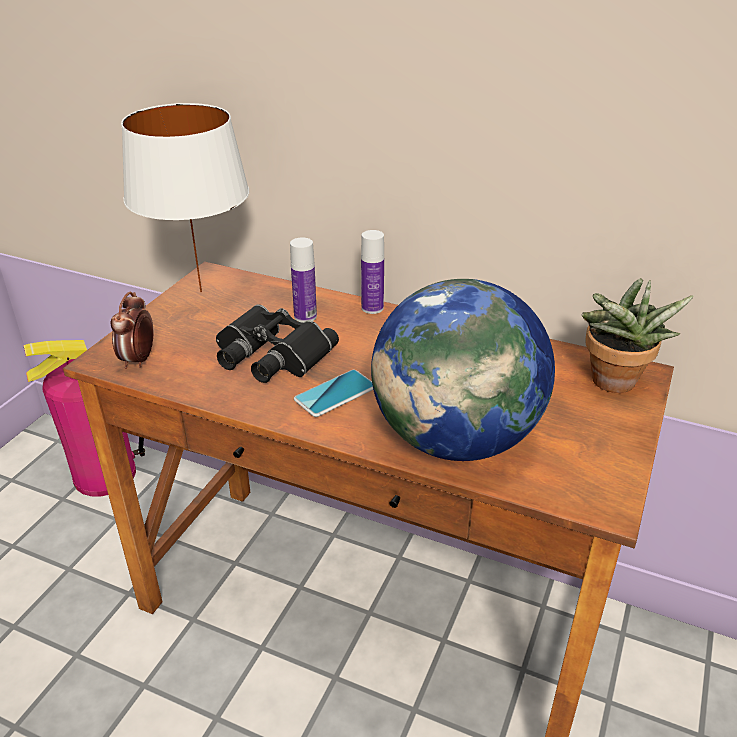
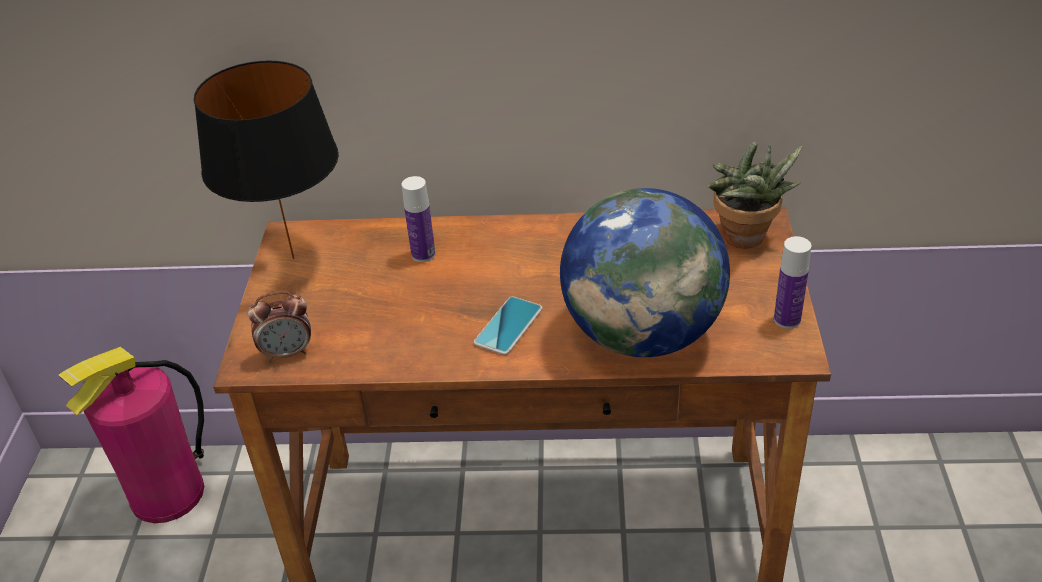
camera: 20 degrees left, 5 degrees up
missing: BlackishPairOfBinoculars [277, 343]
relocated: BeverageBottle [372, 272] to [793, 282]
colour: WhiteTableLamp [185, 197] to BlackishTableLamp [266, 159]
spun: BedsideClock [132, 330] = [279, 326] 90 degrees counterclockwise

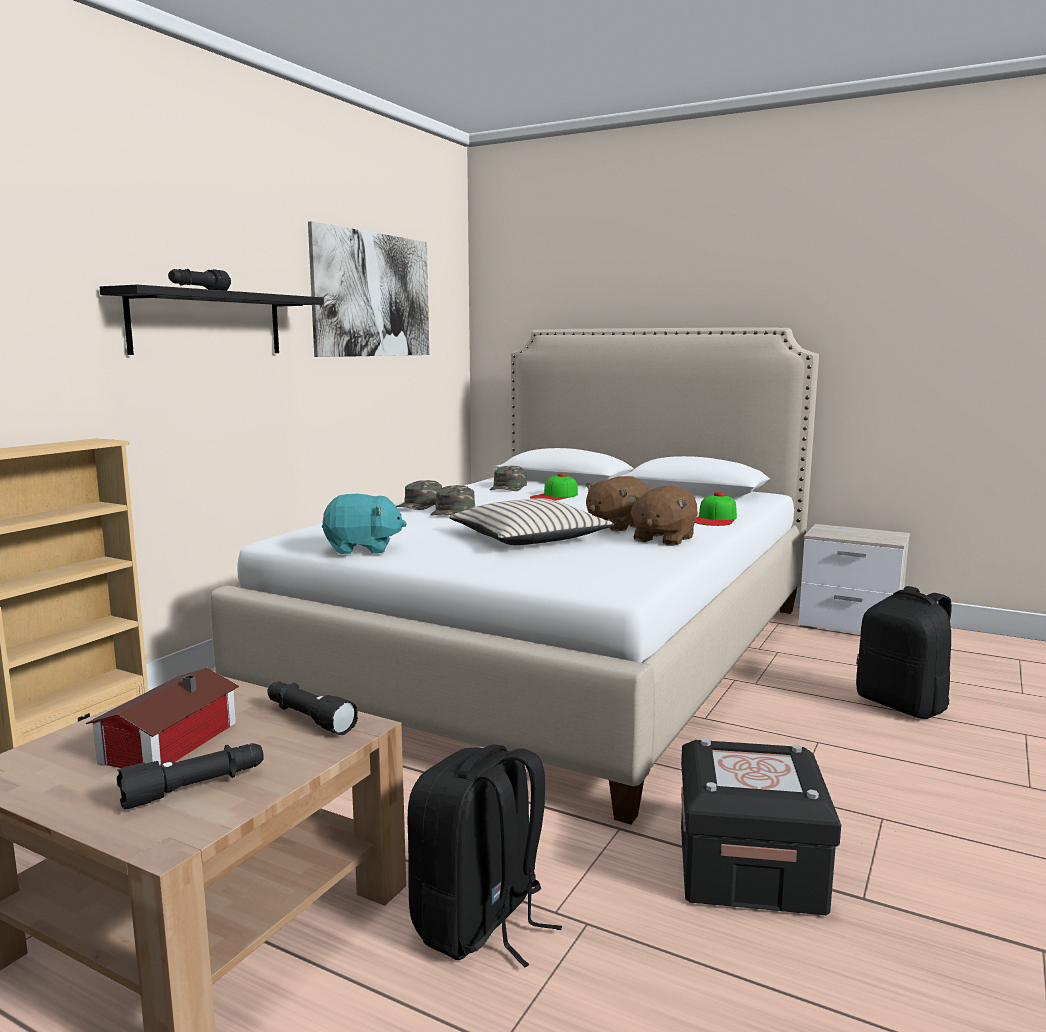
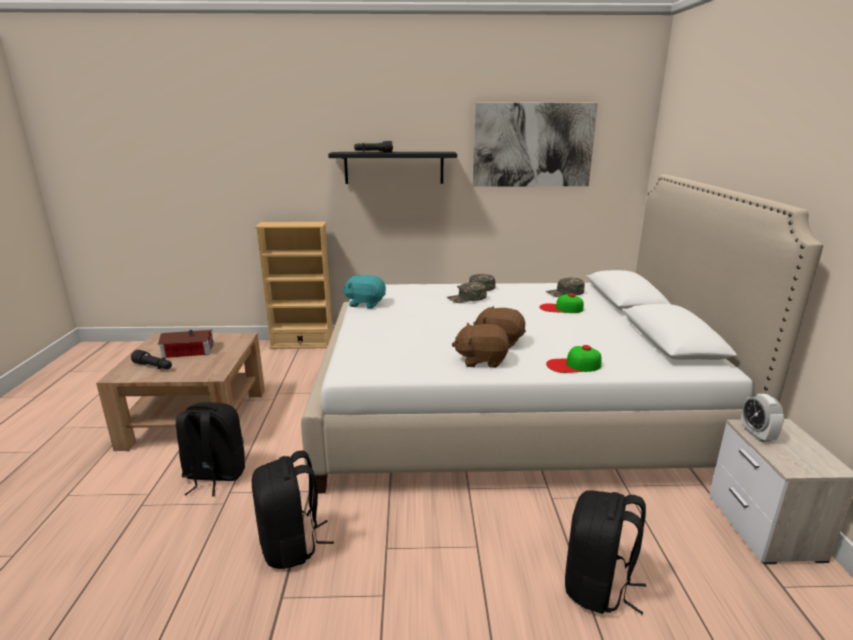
camera: 60 degrees right, 10 degrees up
missing: BlackishTorch [312, 708]; BeigePillow [531, 521]
appeared: BedsideClock [762, 418]
exchanged: BlackishStorageBox [761, 826] to BlackishKnapsack [293, 510]
spun: TurquoiseColouredCuddlyToy [364, 524] = [364, 292] 135 degrees clockwise

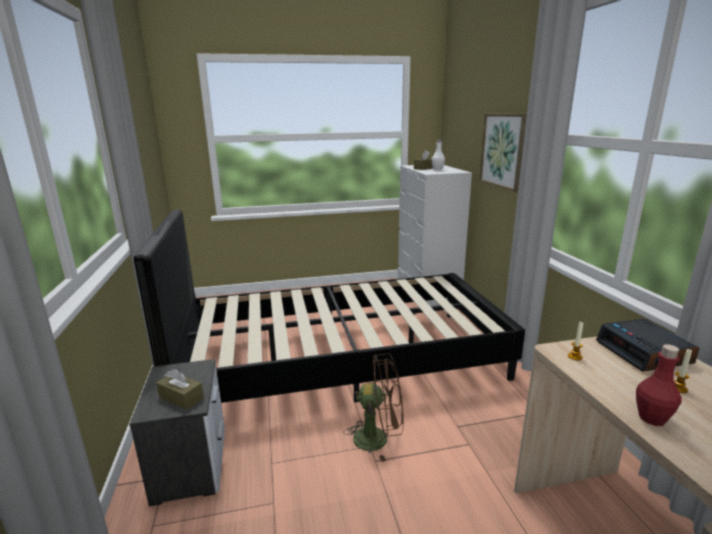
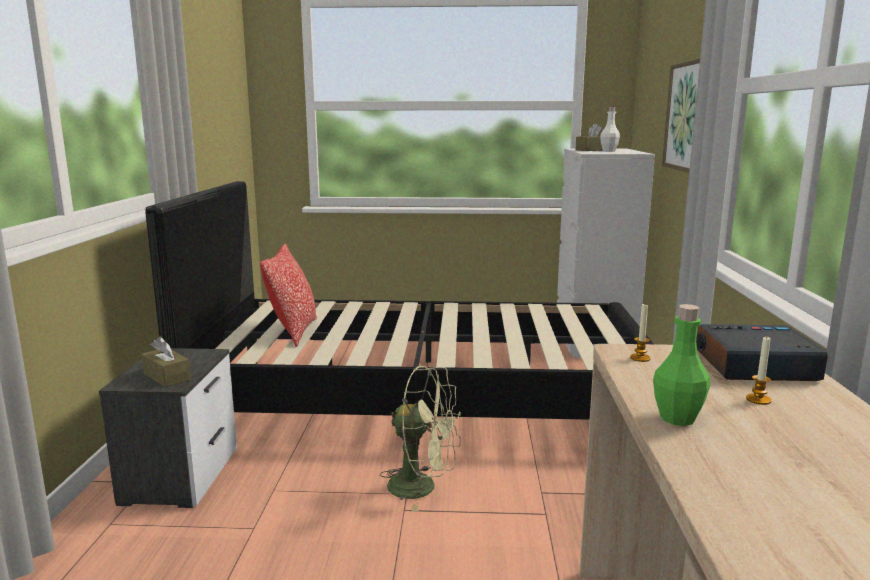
camera: 15 degrees right, 5 degrees down
appeared: Pillow [288, 295]
colour: BrownishCoolingFan [374, 407] to GreenColouredCoolingFan [420, 439]; RedBeverageBottle [659, 385] to GreenColouredBeverageBottle [681, 365]
spun: BedsideClock [647, 345] = [762, 352] 90 degrees clockwise

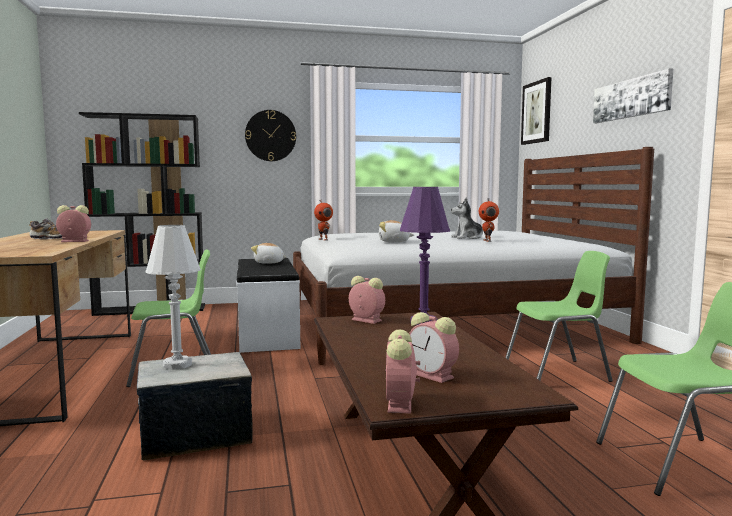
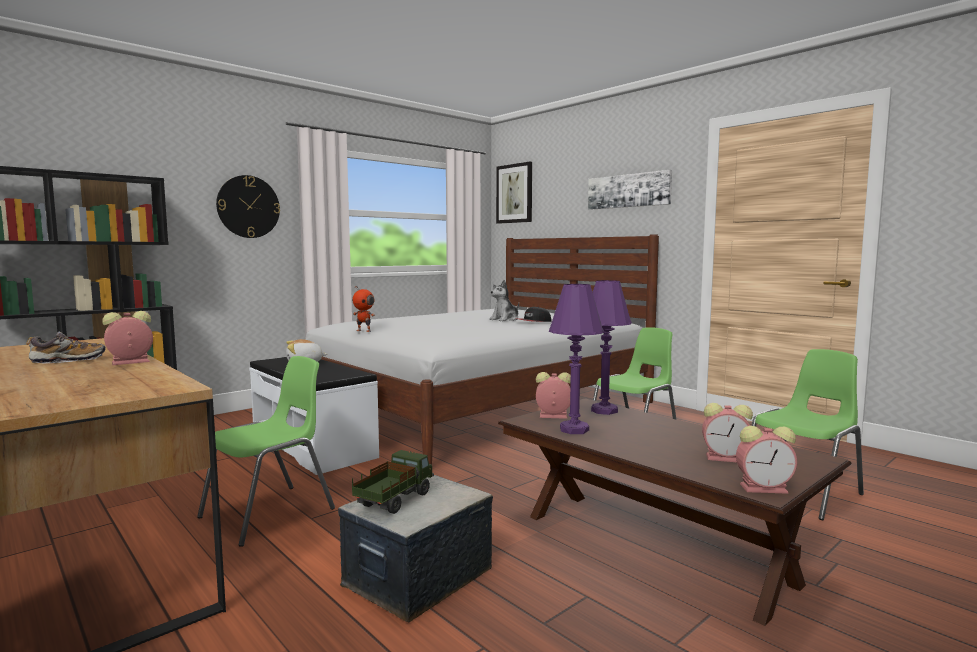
camera: 30 degrees left, 0 degrees up
missing: CuddlyToy [396, 231]
appeared: PurplishTableLamp [576, 359]
exchanged: WhiteTableLamp [173, 297] to ModelTruck [393, 482]; ToyRobot [489, 220] to PeakedCap [533, 314]
spun: BedsideClock [402, 372] = [766, 460] 60 degrees counterclockwise

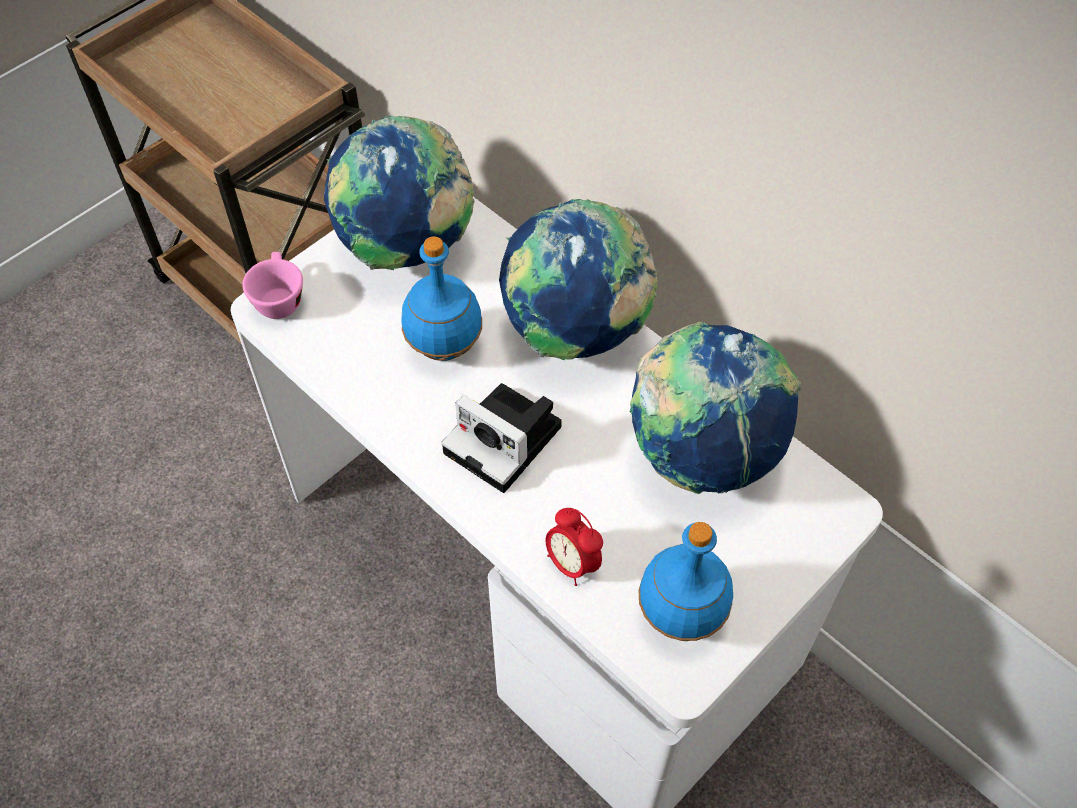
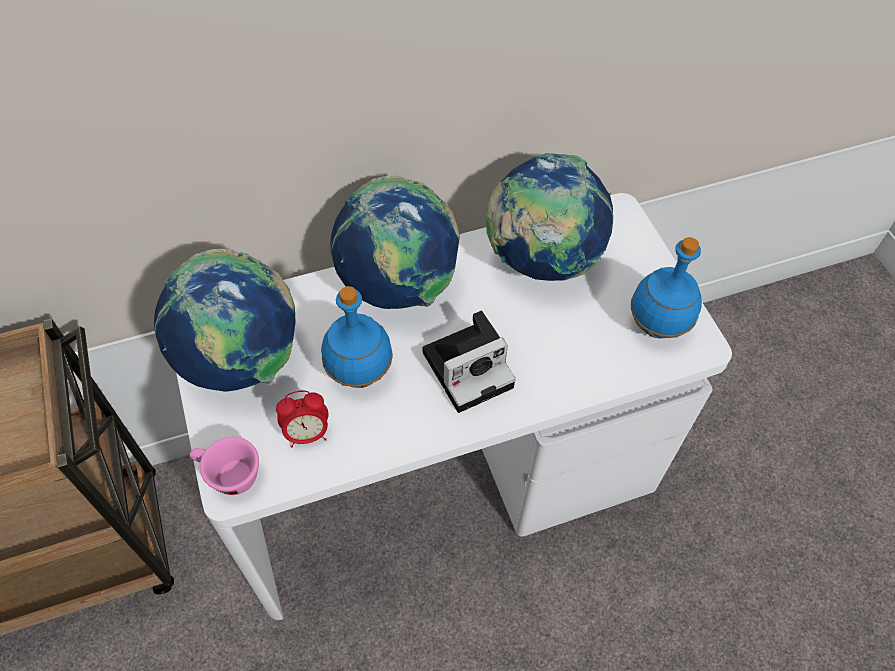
camera: 65 degrees left, 0 degrees up
relocated: BedsideClock [574, 547] to [302, 419]

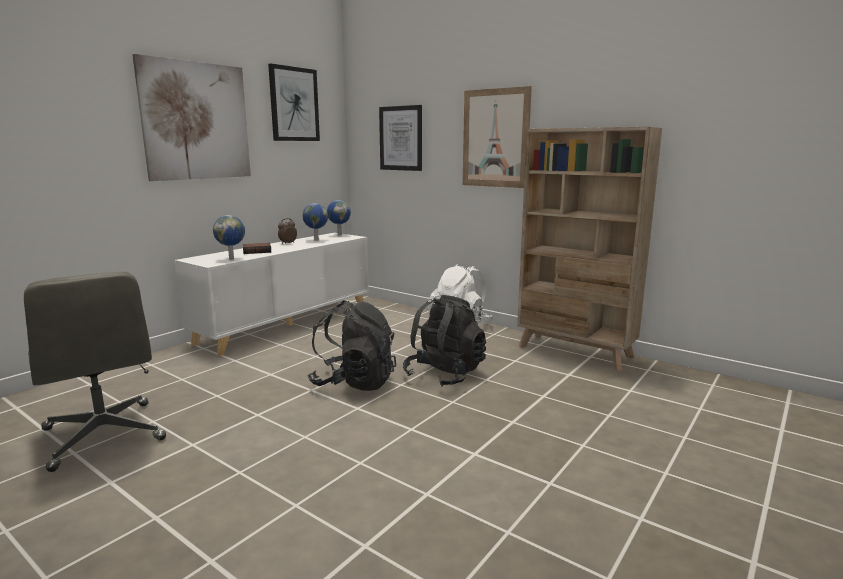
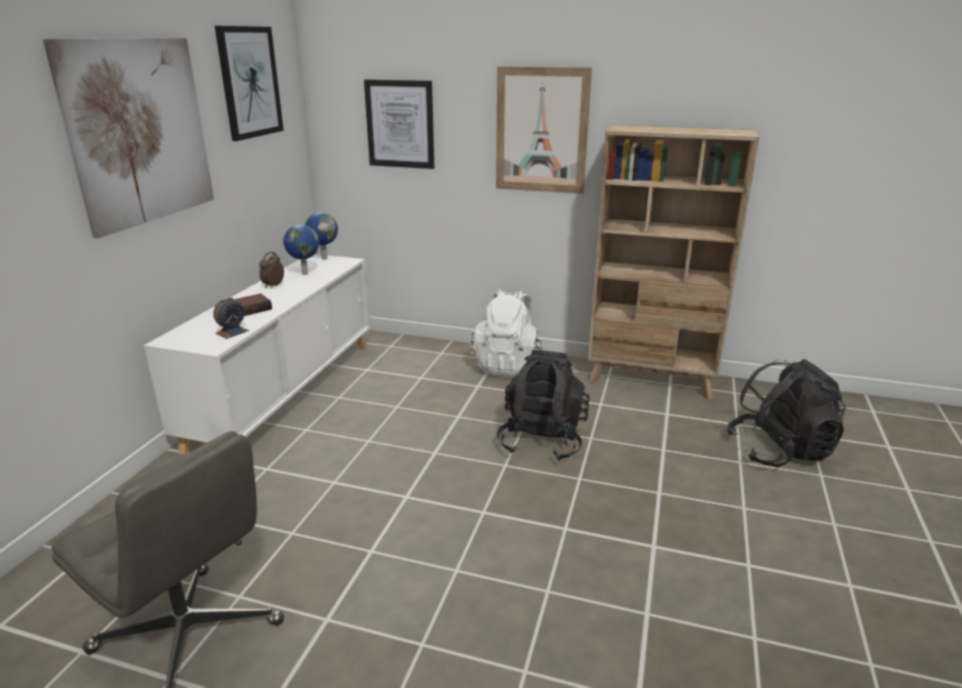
camera: 20 degrees left, 10 degrees up
relocated: BlackishKnapsack [351, 345] to [786, 413]
exchanged: WorldGlobe [229, 237] to BedsideClock [231, 318]

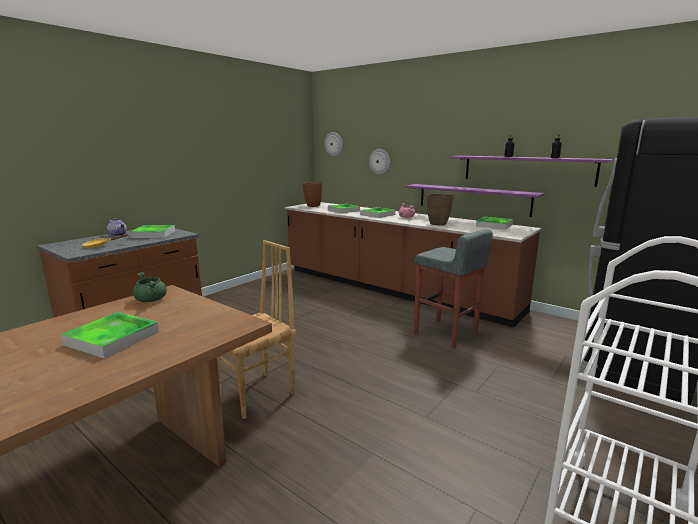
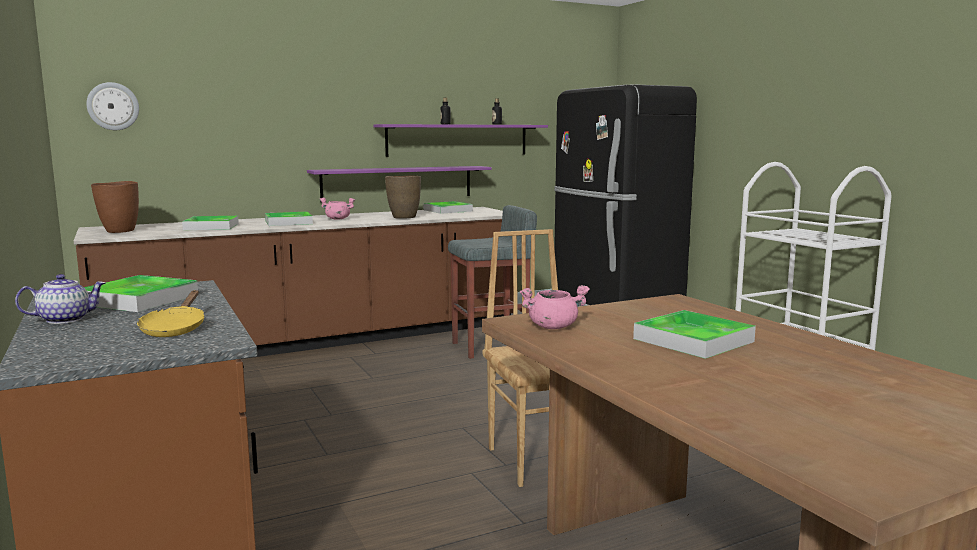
camera: 65 degrees left, 5 degrees down
missing: HangingClock [379, 161]
colour: GreenColouredStockpot [150, 287] to PinkColouredStockpot [555, 307]

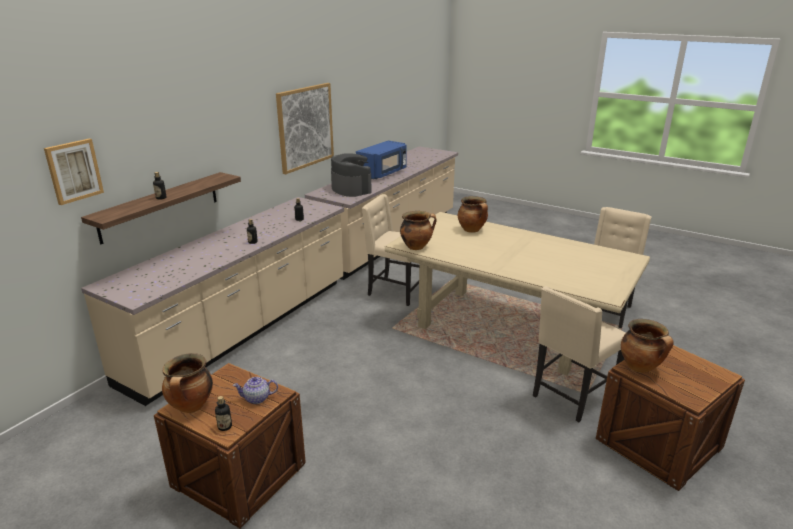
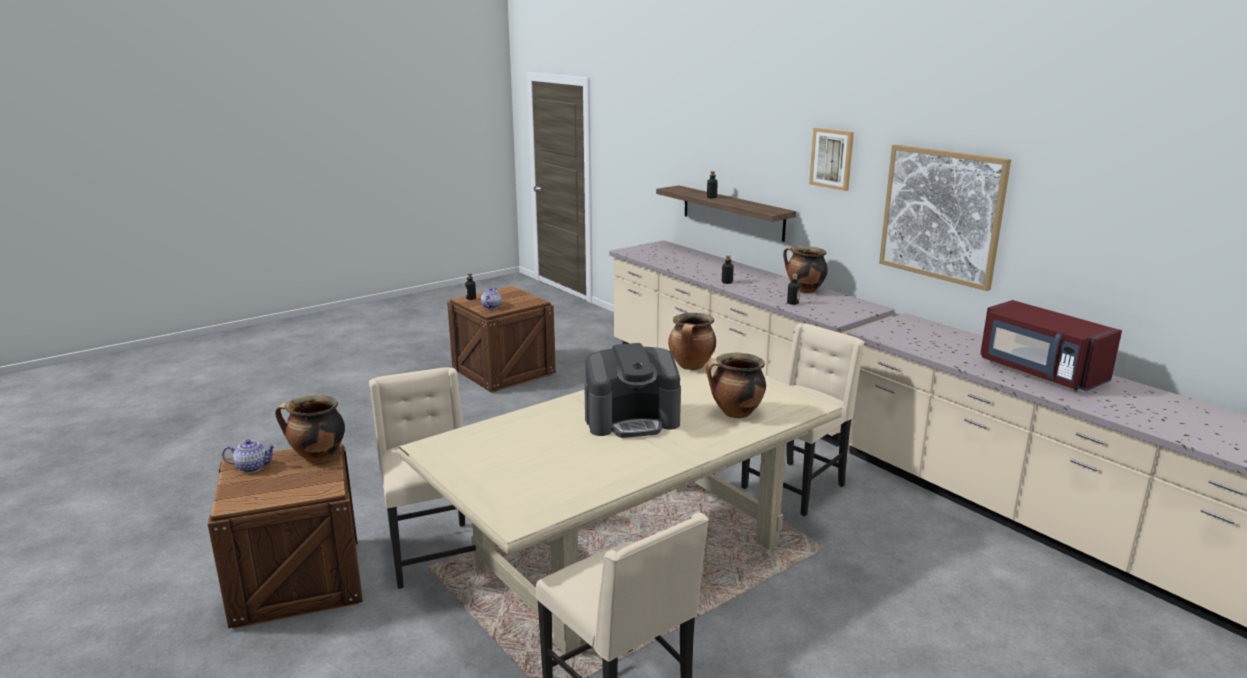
camera: 110 degrees right, 5 degrees down
appeared: PotForTea [249, 456]
relocated: CoffeeMachine [351, 175] to [632, 390]; Stockpot [187, 383] to [805, 269]; WallArt [74, 172] to [831, 159]
colour: BluishKitchenMicrowave [381, 159] to RedKitchenMicrowave [1051, 345]

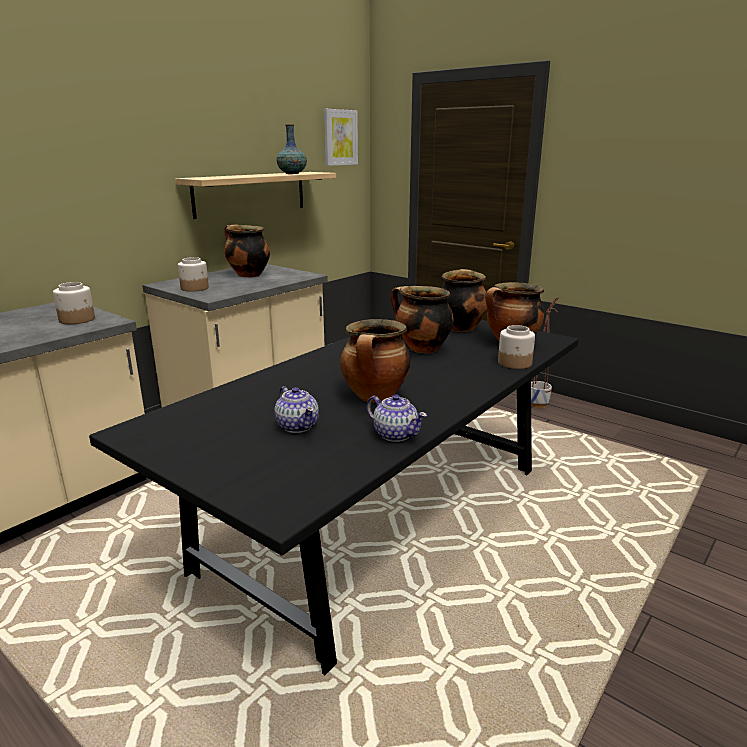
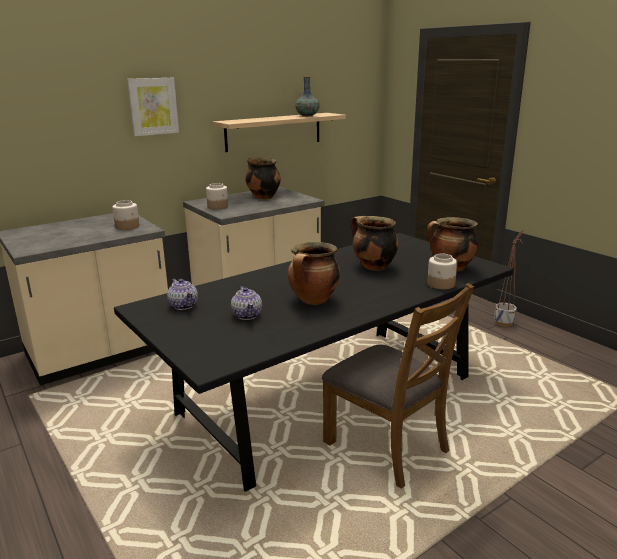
camera: 15 degrees right, 0 degrees up
missing: Stockpot [464, 300]
appeared: BrownishUprightChair [398, 386]
relocated: WallArt [341, 137] to [153, 107]; PotForTea [397, 418] to [182, 294]

